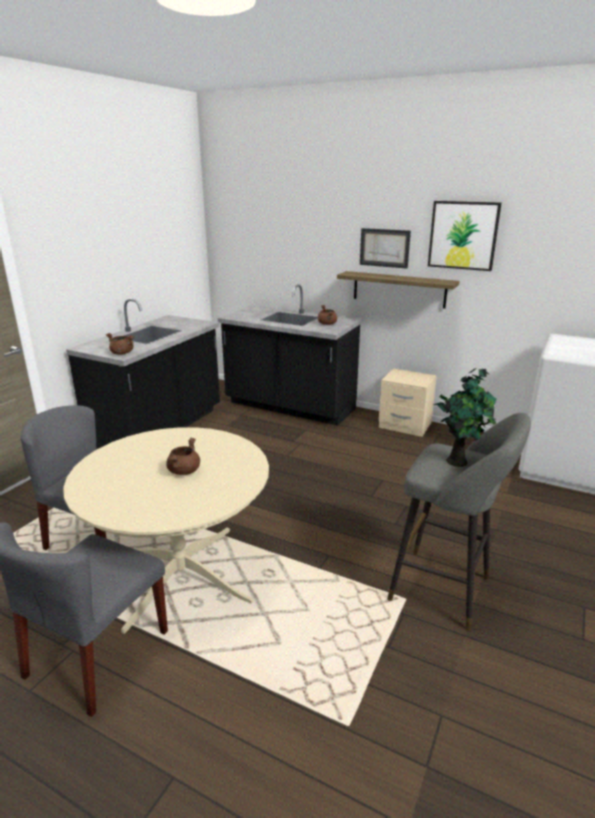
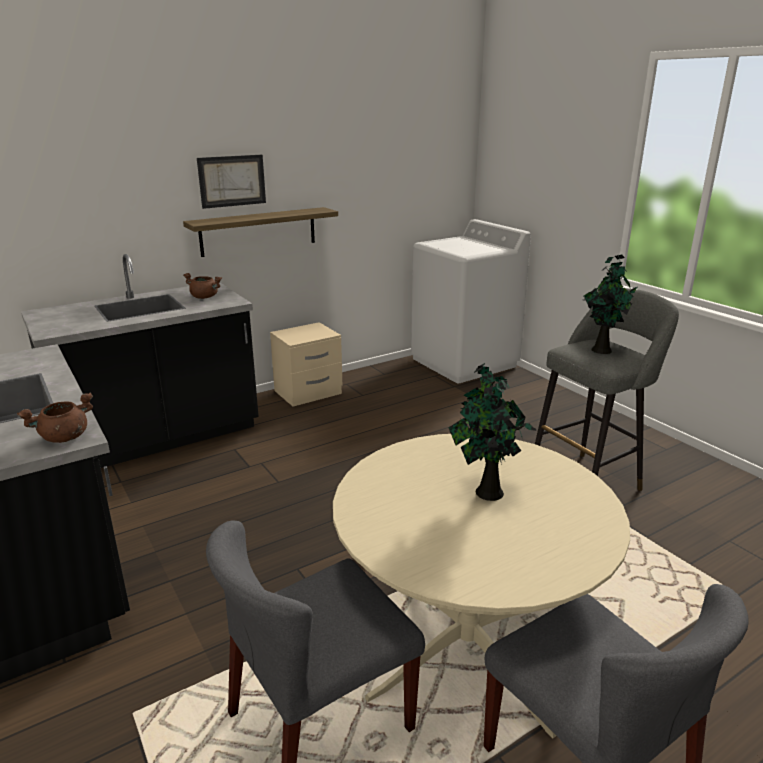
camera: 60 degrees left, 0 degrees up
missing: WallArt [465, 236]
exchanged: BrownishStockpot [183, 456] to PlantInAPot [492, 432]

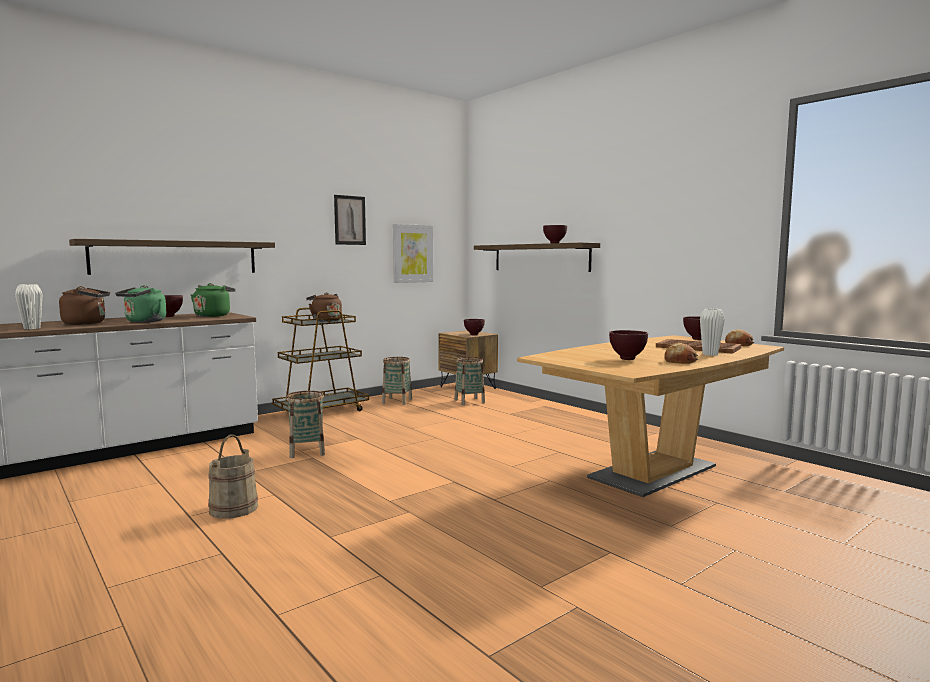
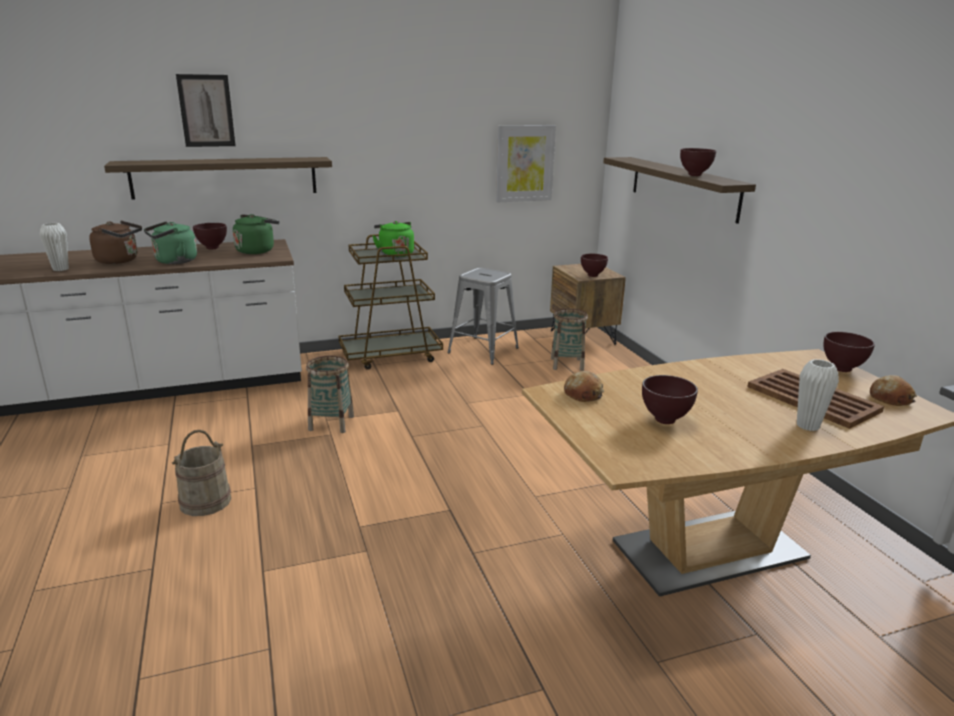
camera: 20 degrees right, 15 degrees up
relocated: WallArt [350, 220] to [206, 110]; BakeryBread [681, 353] to [584, 386]
exchanged: StorageBasket [397, 381] to GreyishSittingStool [483, 316]
colour: BrownishWaterKettle [324, 307] to GreenColouredWaterKettle [393, 239]

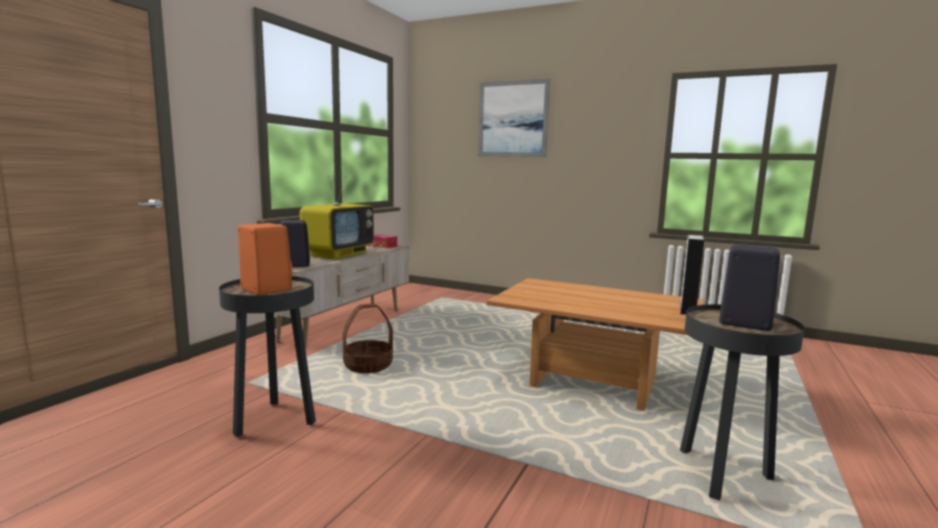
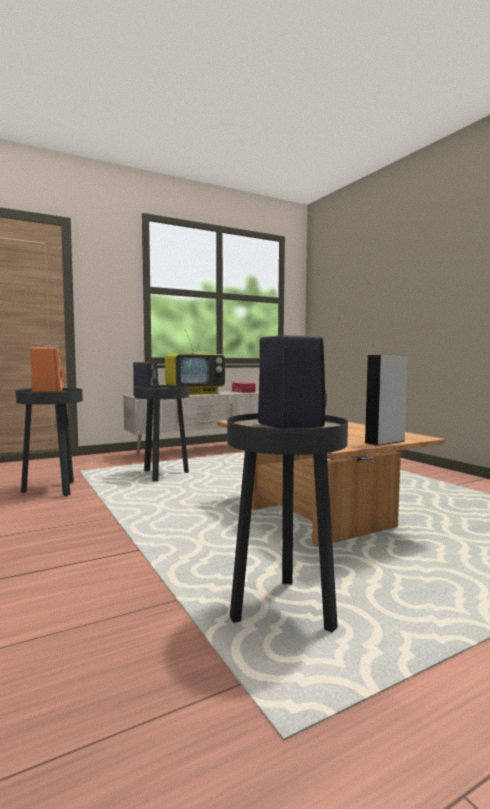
camera: 35 degrees right, 5 degrees down
missing: WallArt [514, 117]
exchanged: StorageBasket [368, 338] to BlackishAccentTable [161, 433]

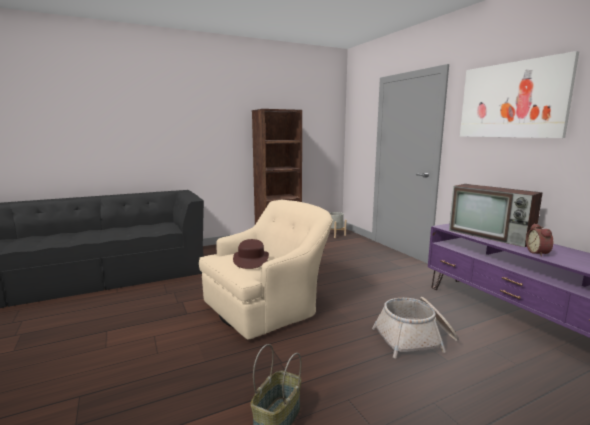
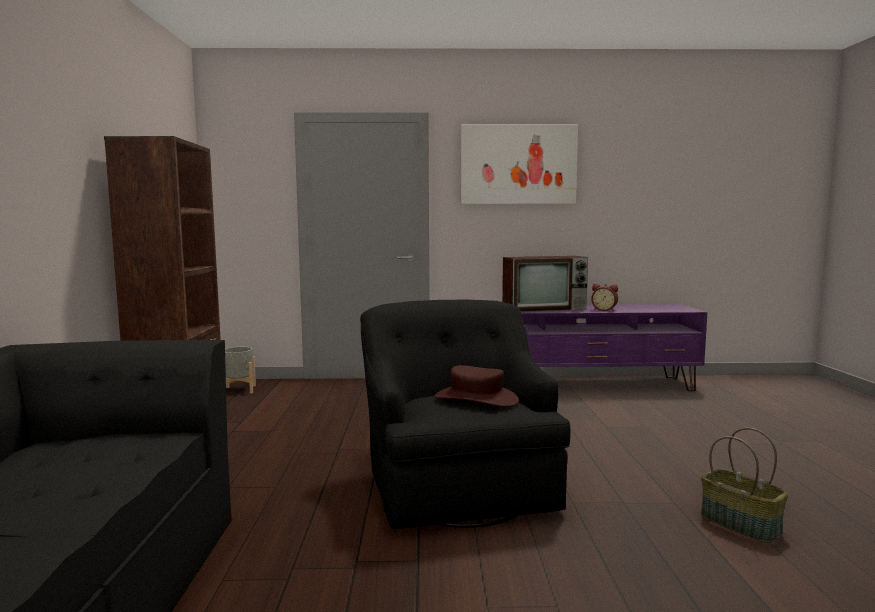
camera: 65 degrees left, 5 degrees down
missing: StorageBasket [415, 327]
colour: BeigeEasyChair [266, 270] to BlackishEasyChair [465, 414]

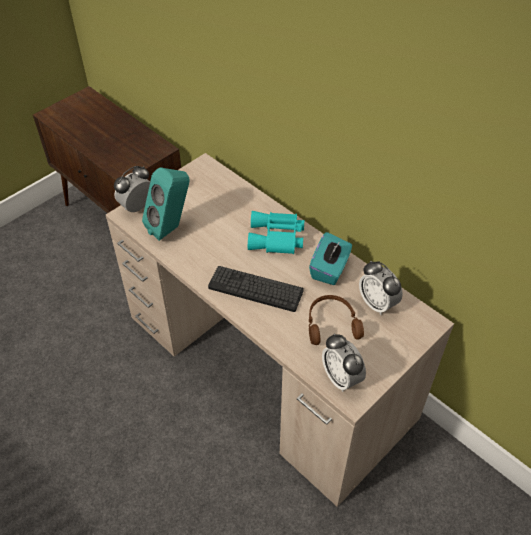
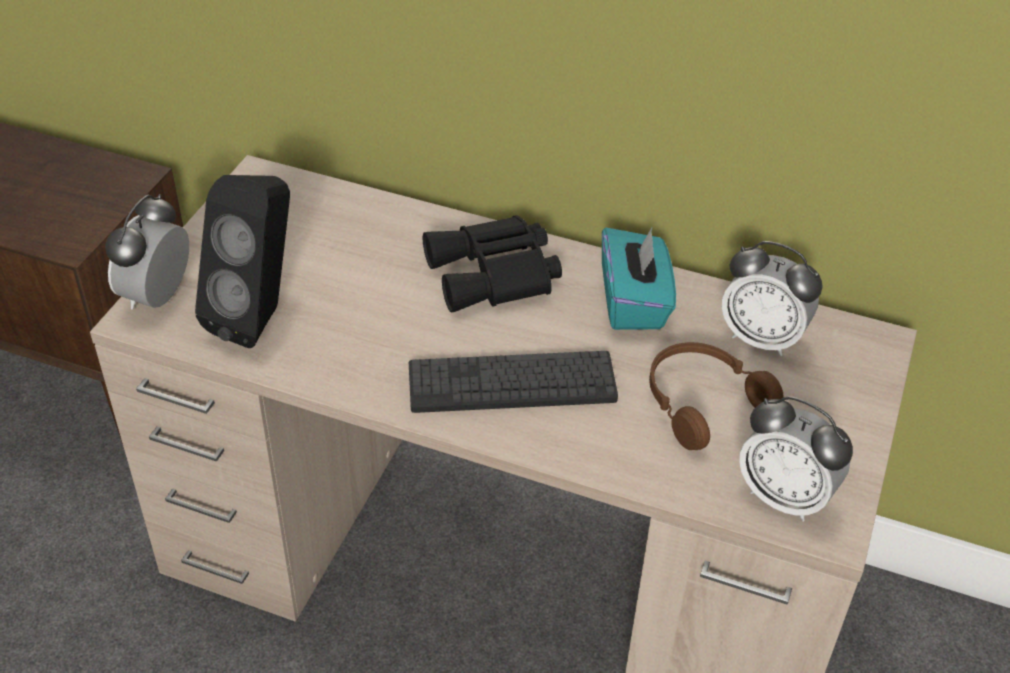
camera: 25 degrees left, 5 degrees down
colour: TurquoiseColouredAudioSpeaker [166, 204] to BlackishAudioSpeaker [242, 261]; TurquoiseColouredPairOfBinoculars [276, 232] to BlackishPairOfBinoculars [492, 264]

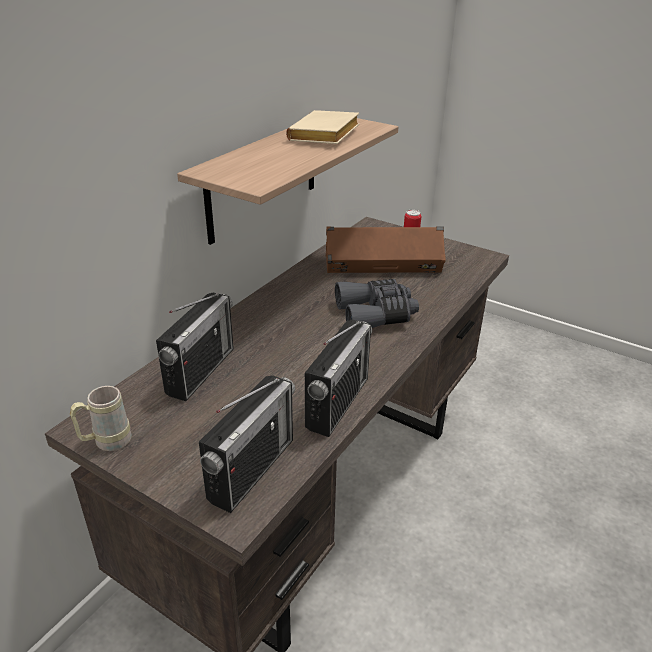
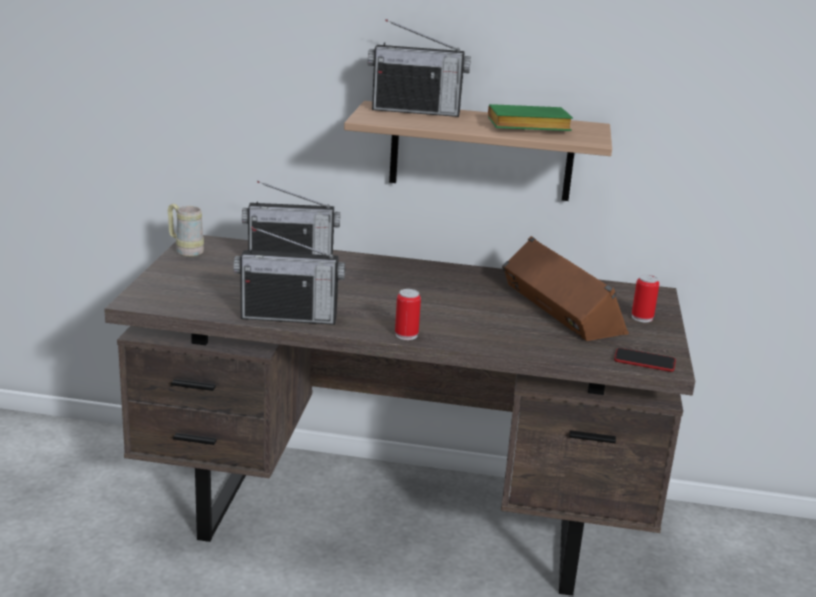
camera: 65 degrees right, 10 degrees down
missing: GreyishPairOfBinoculars [377, 303]
appeared: MetalCan [408, 314]; Phone [645, 360]
relocated: RadioSet [247, 444] to [419, 68]
colour: BeigeBook [322, 127] to GreenColouredBook [530, 117]

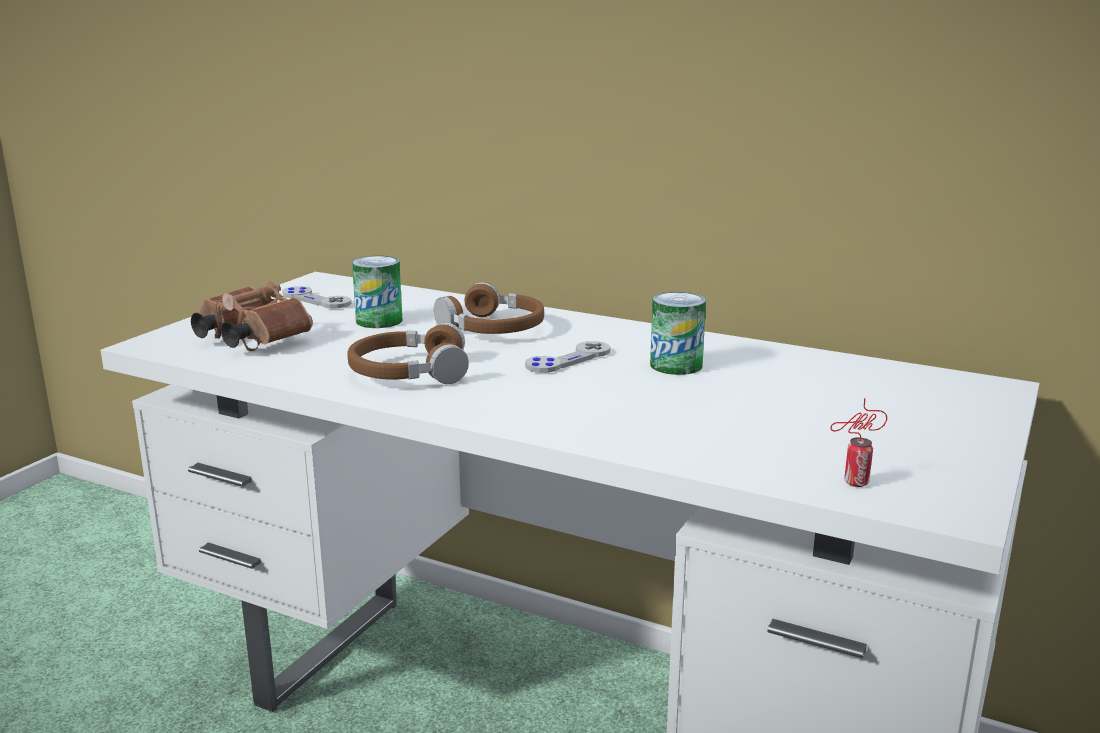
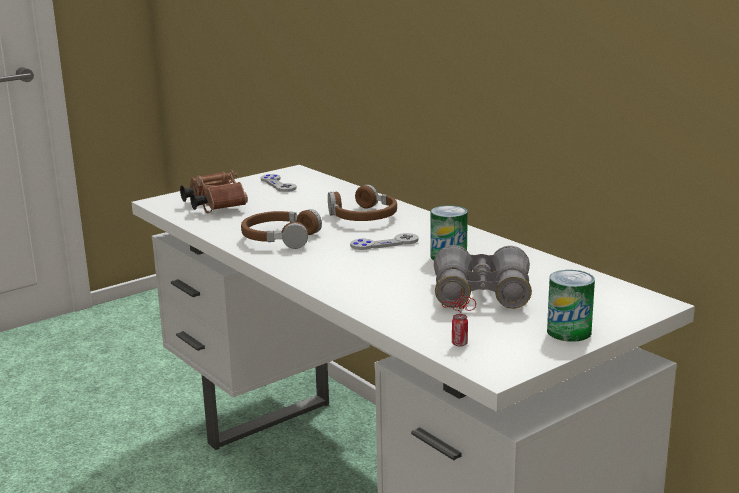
camera: 25 degrees right, 0 degrees up
appeared: GreyishPairOfBinoculars [483, 277]
relocated: MetalCan [377, 292] to [571, 306]

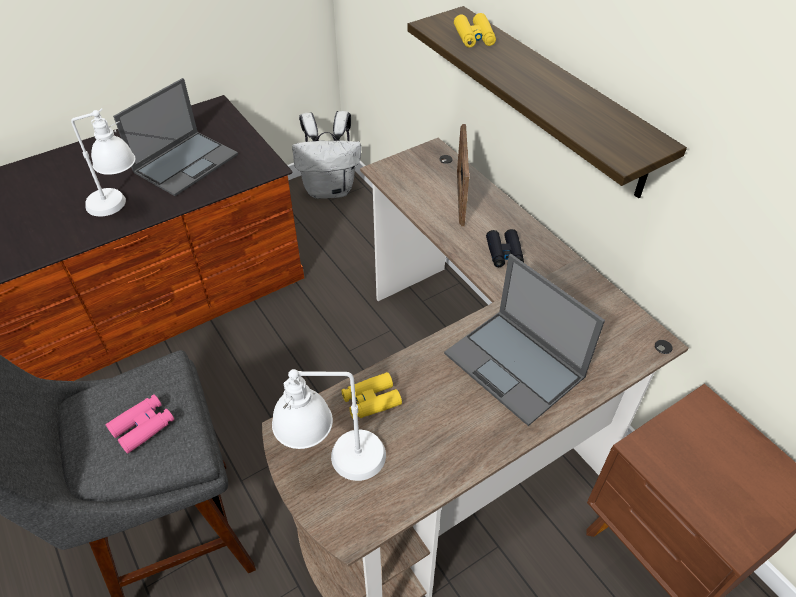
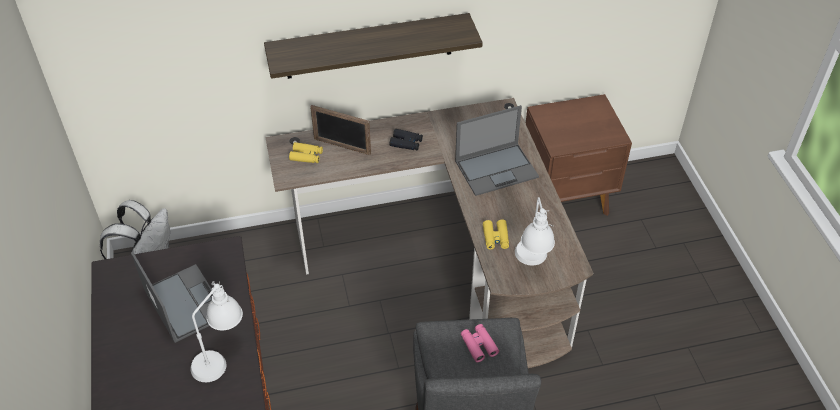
camera: 70 degrees left, 0 degrees up
relocated: YellowishPairOfBinoculars [475, 30] to [306, 152]

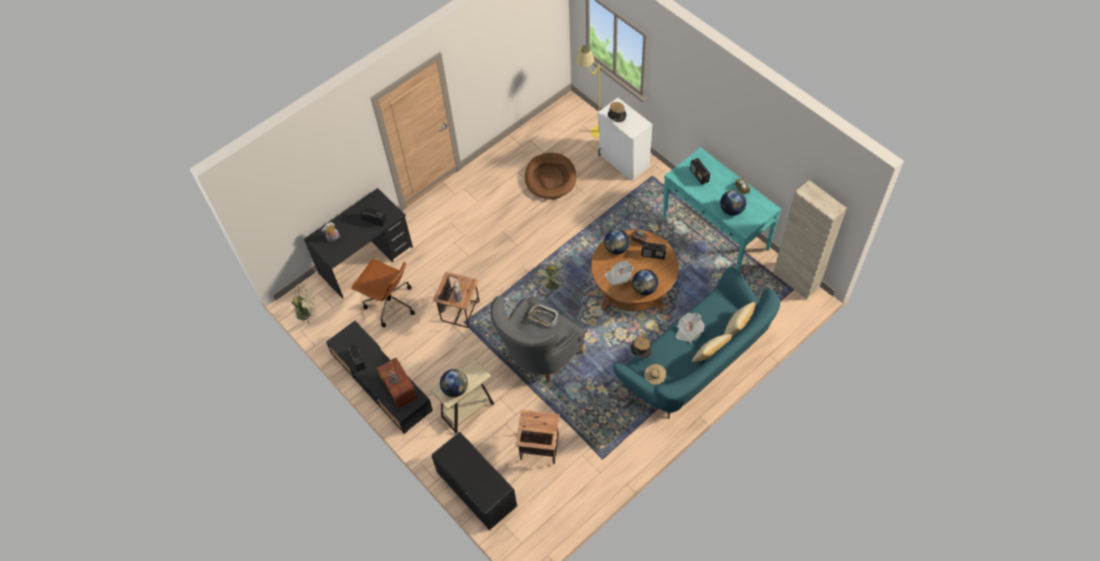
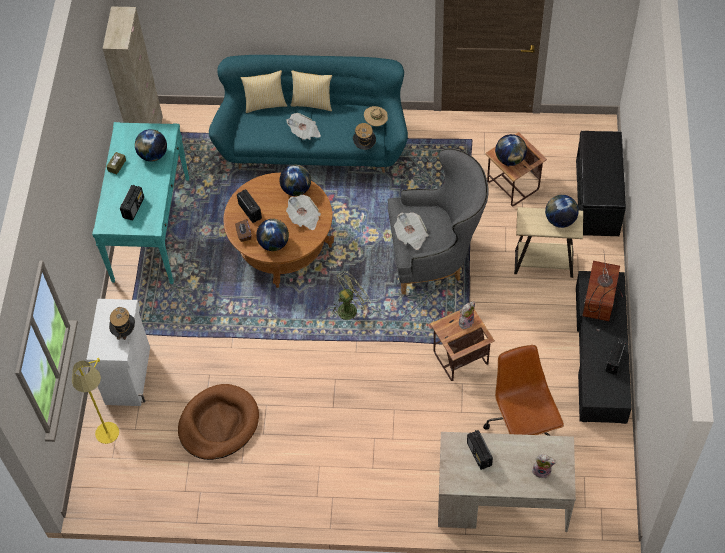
camera: 135 degrees left, 0 degrees up
missing: GreenColouredCoolingFan [303, 304]
appeared: WorldGlobe [511, 150]
exchanged: CarryingTray [543, 315] to PrintedPaper [411, 231]
colour: BlackishDeskUnit [358, 243] to BeigeDeskUnit [507, 482]

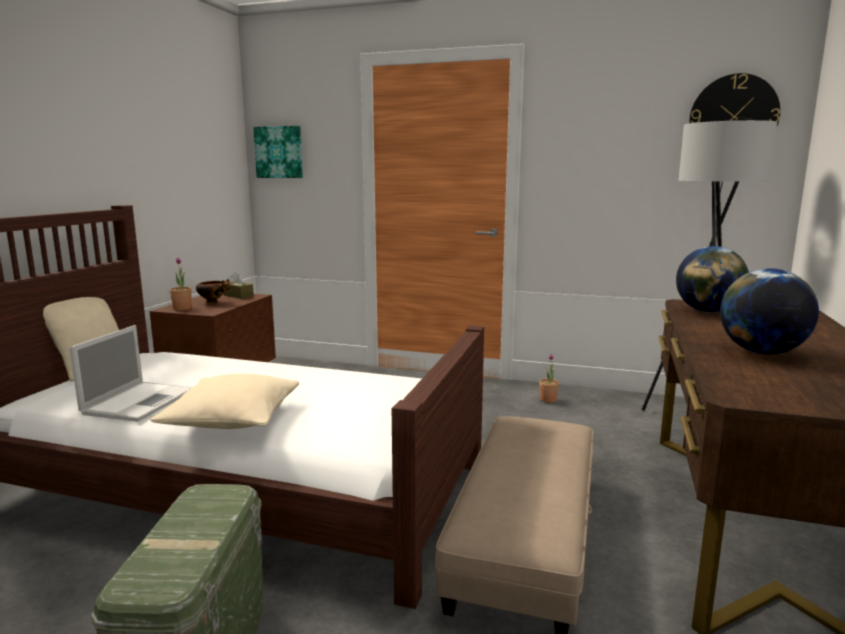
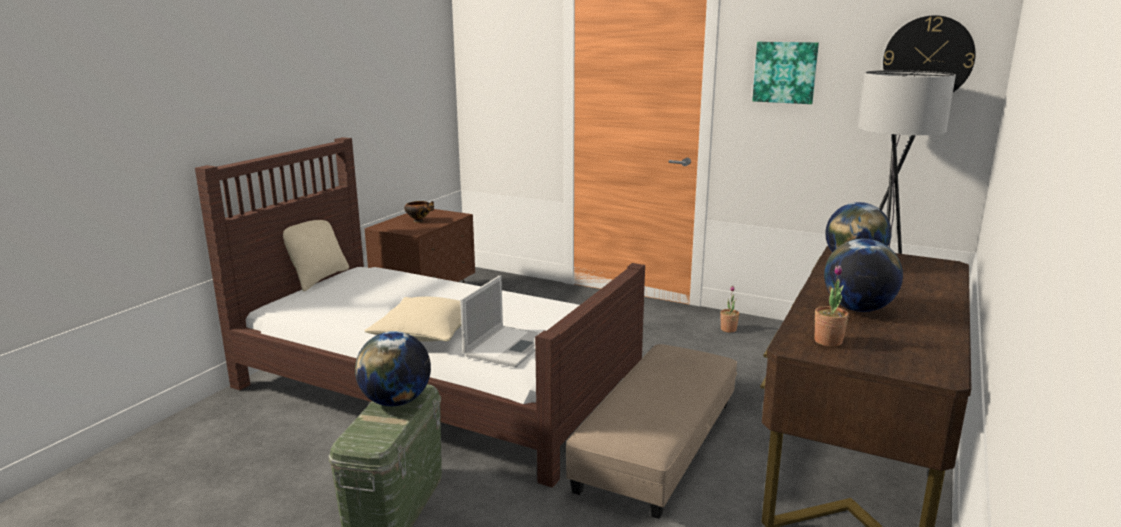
camera: 10 degrees right, 5 degrees up
missing: BrownishTissueBox [238, 285]
appeared: WorldGlobe [393, 368]
relocated: NotebookComputer [131, 373] to [500, 321]; WallArt [278, 152] to [785, 73]; PlantInAPot [181, 284] to [832, 306]

